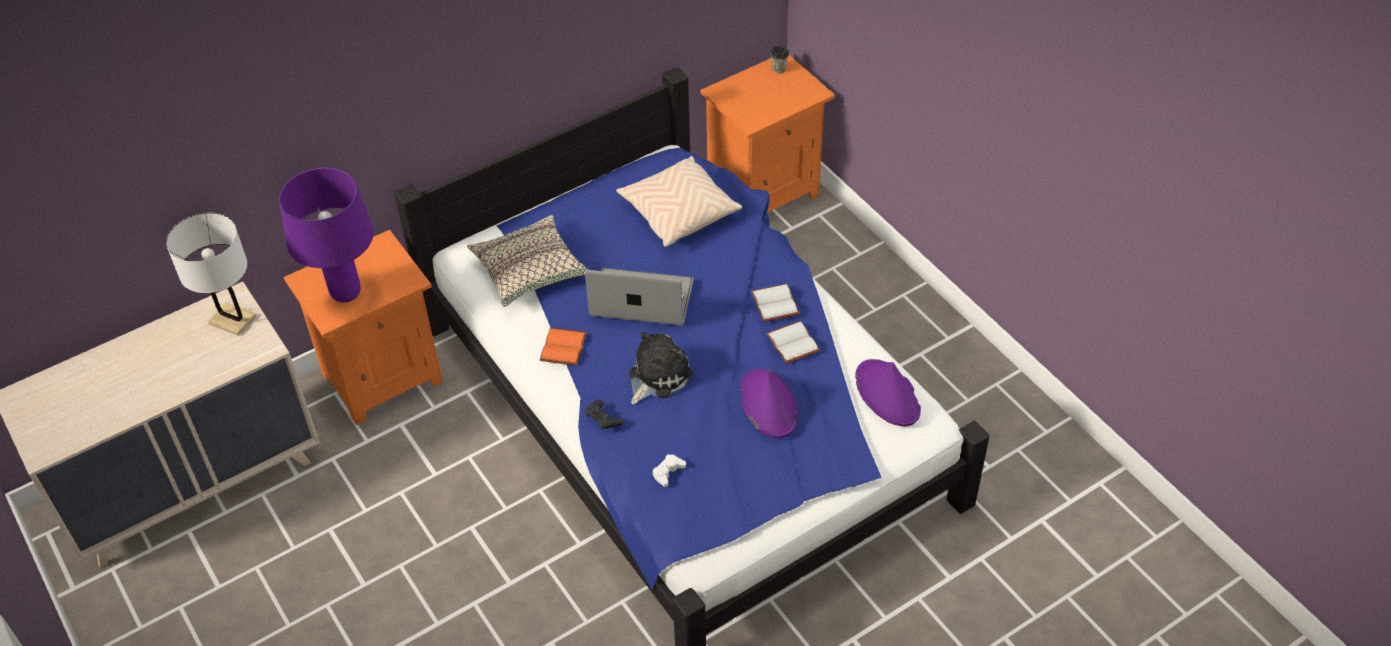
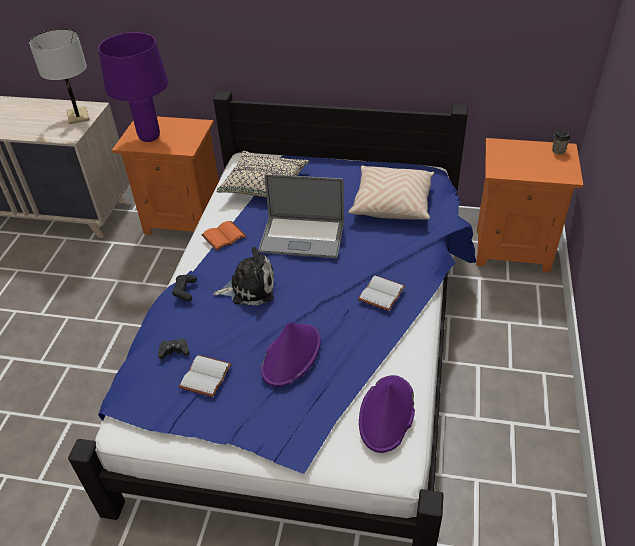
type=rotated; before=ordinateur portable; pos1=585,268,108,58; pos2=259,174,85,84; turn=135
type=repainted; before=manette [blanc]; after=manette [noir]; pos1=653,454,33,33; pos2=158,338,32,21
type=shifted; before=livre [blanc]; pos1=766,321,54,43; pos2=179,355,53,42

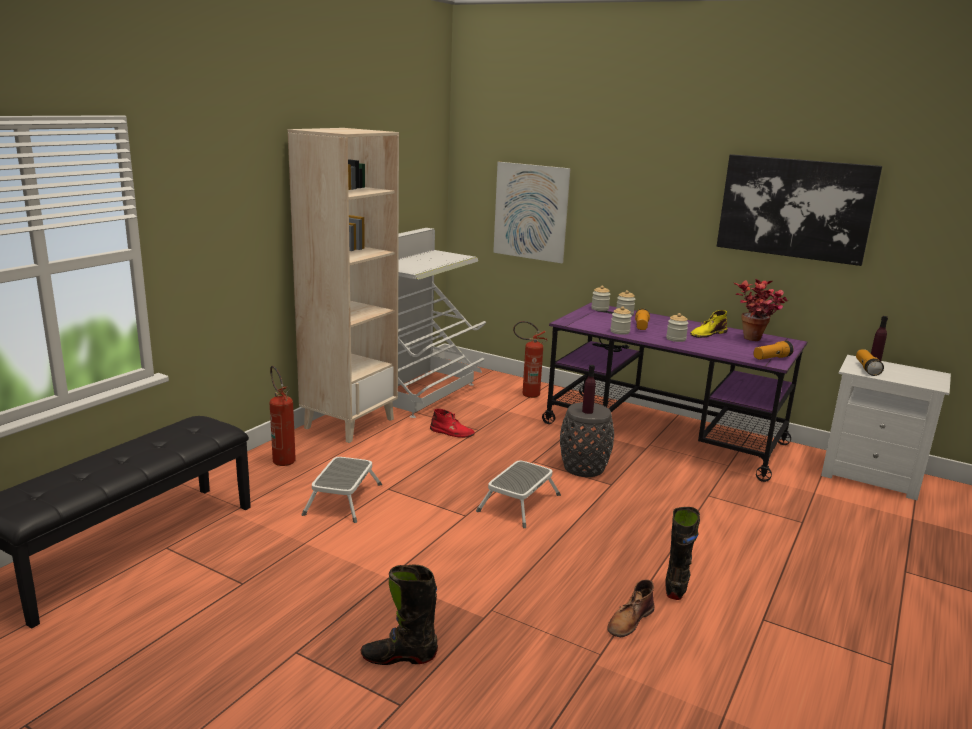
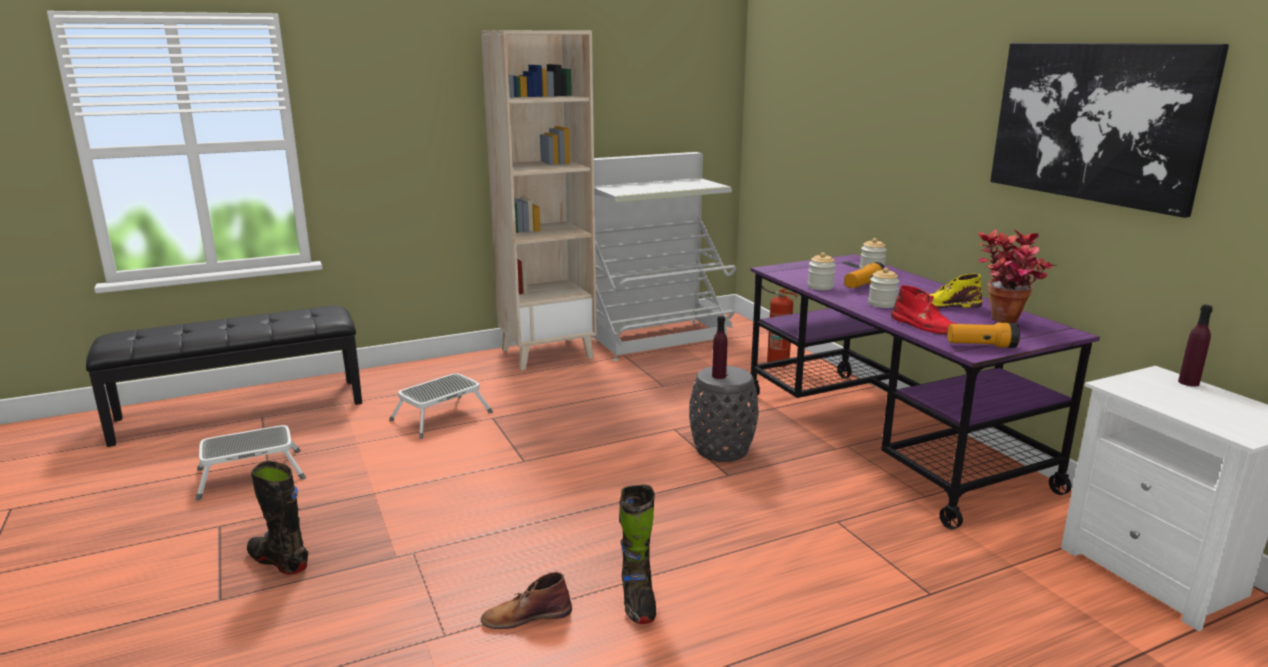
type=gone; before=extincteur; pos1=270,366,26,100
type=shifted; before=botte [rouge]; pos1=430,409,45,29; pos2=891,285,65,50
type=shifted; before=escabeau [gris]; pos1=476,460,85,68; pos2=195,425,111,76
type=gone; before=tableau; pos1=493,162,78,101
type=gone; before=bocal; pos1=591,286,19,25
type=rotated; before=botte [noir]; pos1=665,507,35,93; pos2=619,484,37,140; turn=120
type=gone; before=lampe de poche; pos1=856,349,28,27

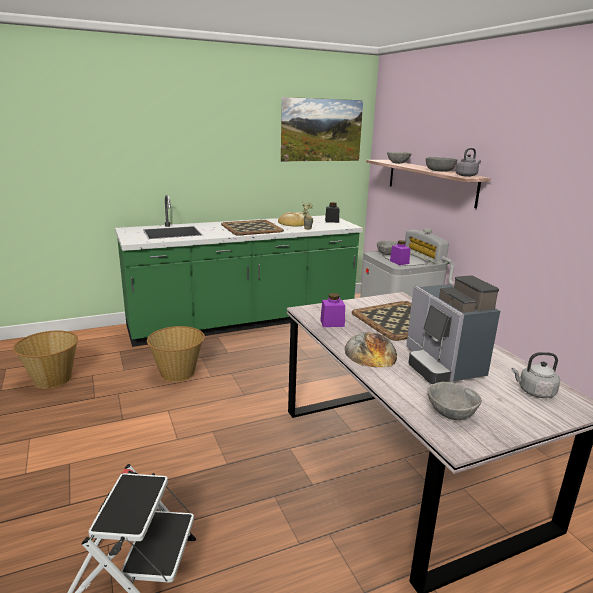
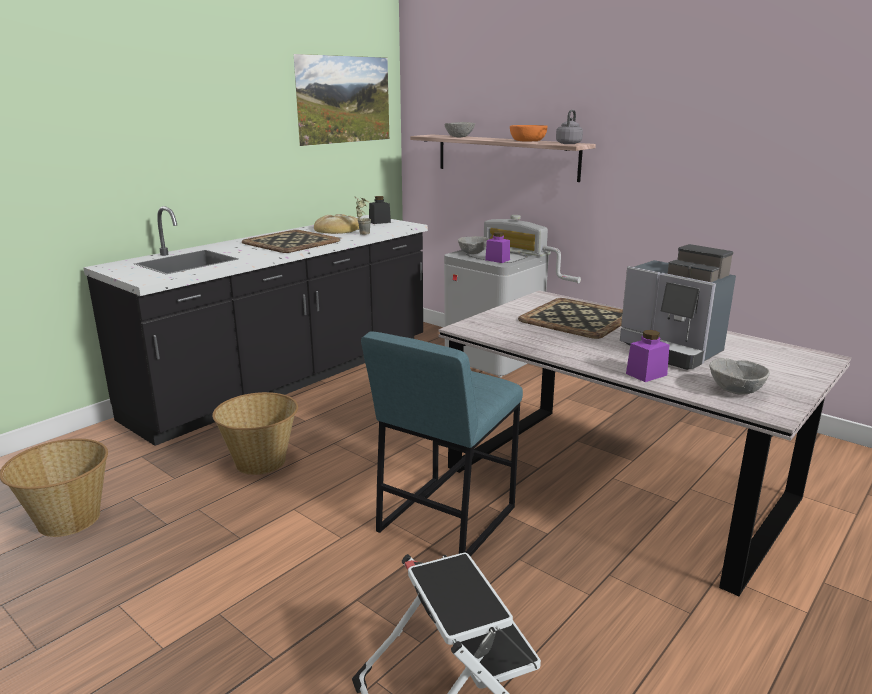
type=repainted; before=comptoir de cuisine [vert]; after=comptoir de cuisine [noir]; pos1=115,195,248,152; pos2=83,206,345,240
type=shifted; before=bocal [violet]; pos1=320,293,25,34; pos2=626,330,43,52
type=gone; before=pain; pos1=344,332,53,35
type=repainted; before=bol [gris]; after=bol [orange]; pos1=426,157,31,15; pos2=510,125,37,16
type=gone; before=bouilloire [gris]; pos1=511,352,49,46
type=new; after=tabouret [bleu]; pos2=361,331,162,226

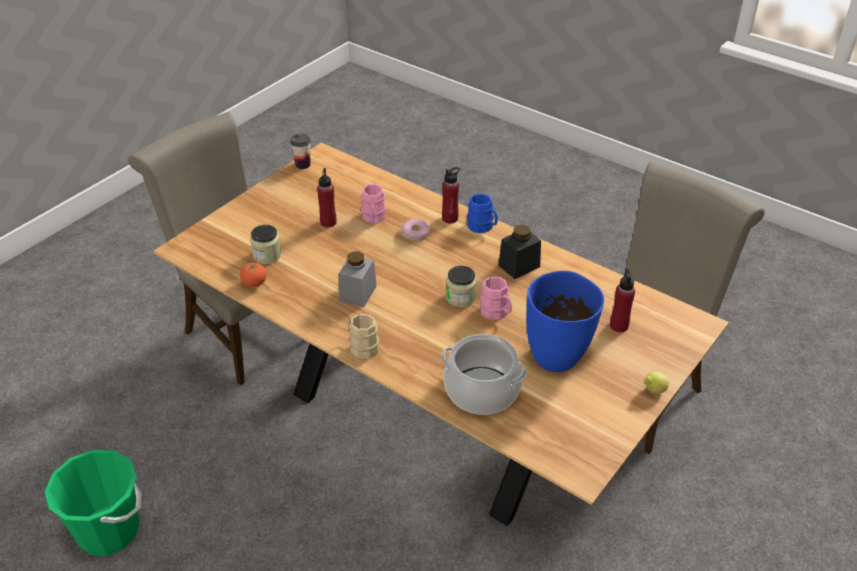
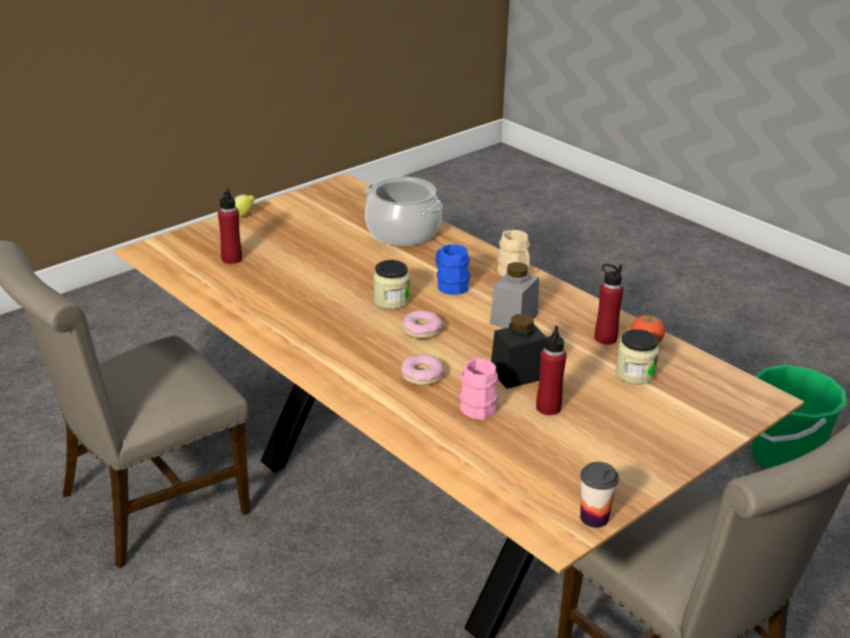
type=shifted; before=bouteille [rouge]; pos1=442,167,18,57; pos2=595,264,29,81
type=shifted; before=mug [bleu]; pos1=467,194,31,39; pos2=435,244,36,51
type=gone; before=mug [rose]; pos1=480,277,32,43
type=shifted; before=bocal [noir]; pos1=498,225,43,54; pos2=491,314,56,75
type=gone; before=vase [bleu]; pos1=527,271,77,101
type=new; after=beignet; pos2=402,310,41,29

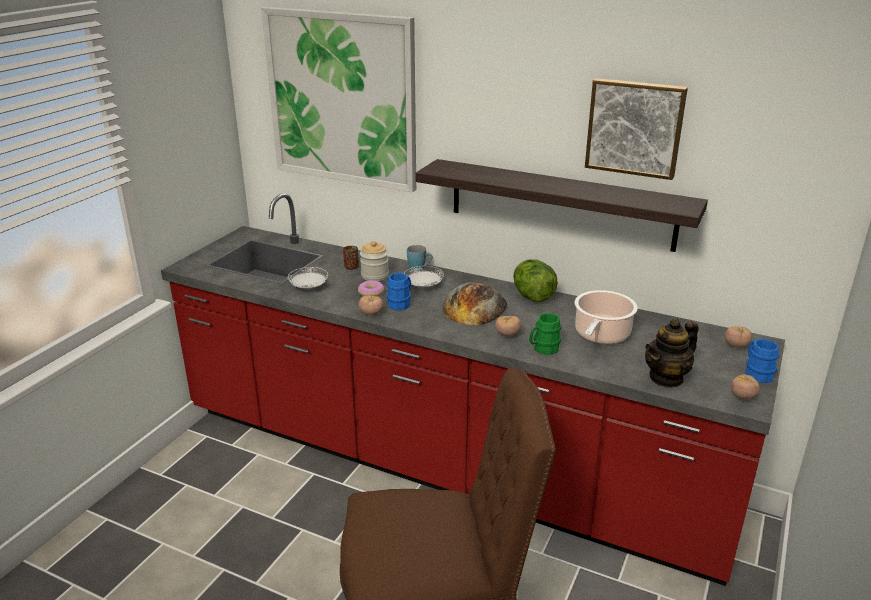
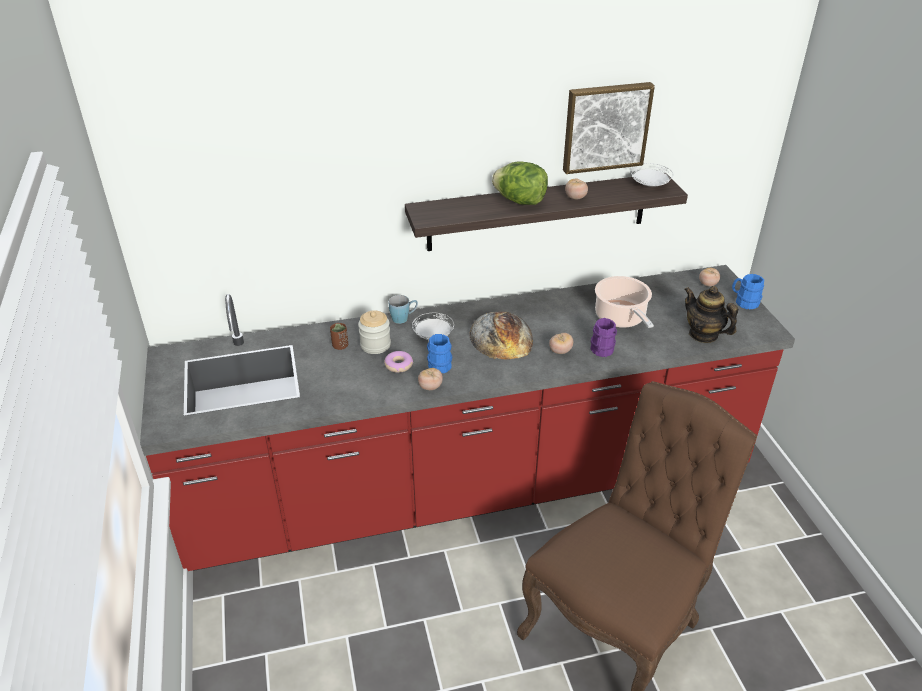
type=gone; before=tableau; pos1=261,7,155,186
type=shifted; before=assiette [blanc]; pos1=288,267,40,22; pos2=630,163,43,24
type=shifted; before=laitue; pos1=513,259,45,43; pos2=492,161,56,44
type=repainted; before=mug [vert]; after=mug [violet]; pos1=529,313,32,42; pos2=590,318,27,39
type=rotated; before=théière; pos1=645,319,54,69; pos2=684,286,54,57; turn=120
type=shifted; before=tomate; pos1=731,374,29,26; pos2=565,178,23,22

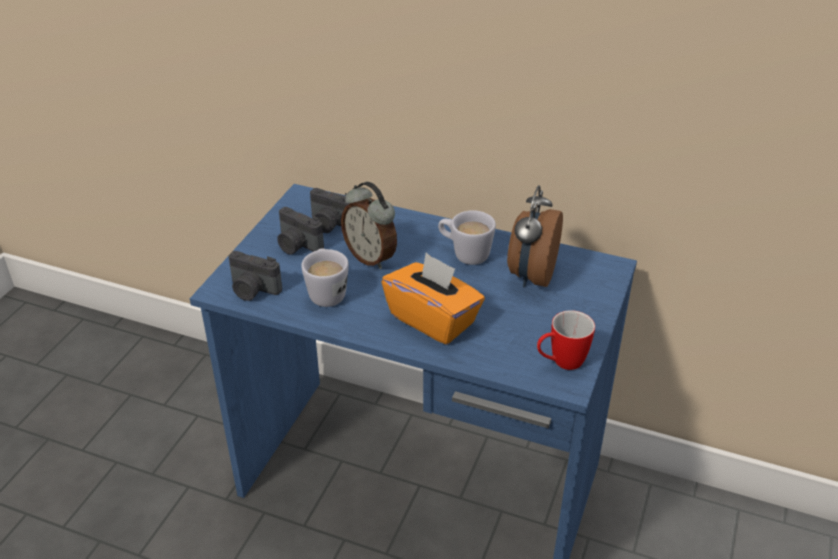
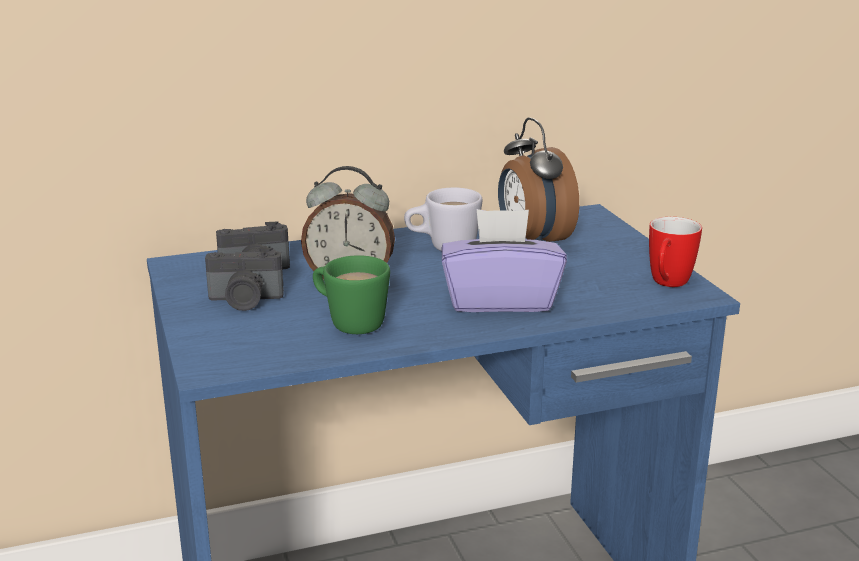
type=gone; before=appareil photo; pos1=228,251,54,50
type=repainted; before=mug [blanc]; after=mug [vert]; pos1=301,248,48,59; pos2=313,255,77,79
type=repainted; before=boîte à mouchoirs [orange]; after=boîte à mouchoirs [violet]; pos1=381,252,104,93; pos2=442,209,125,103

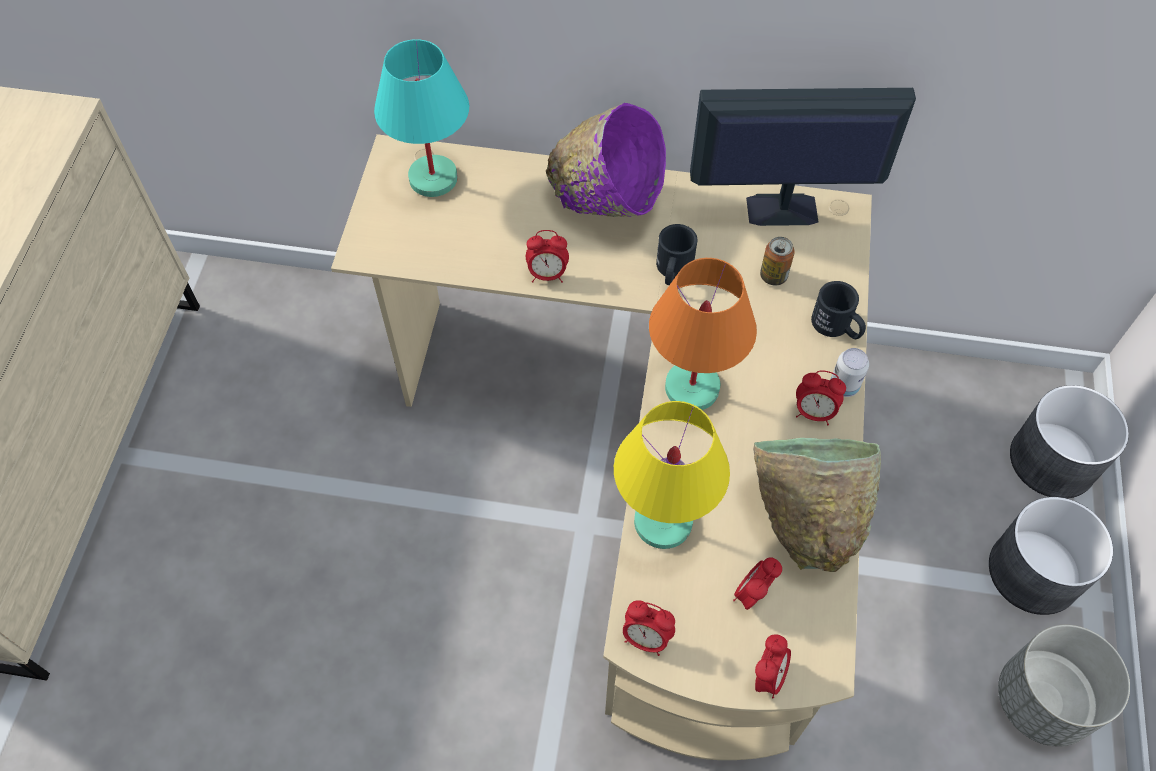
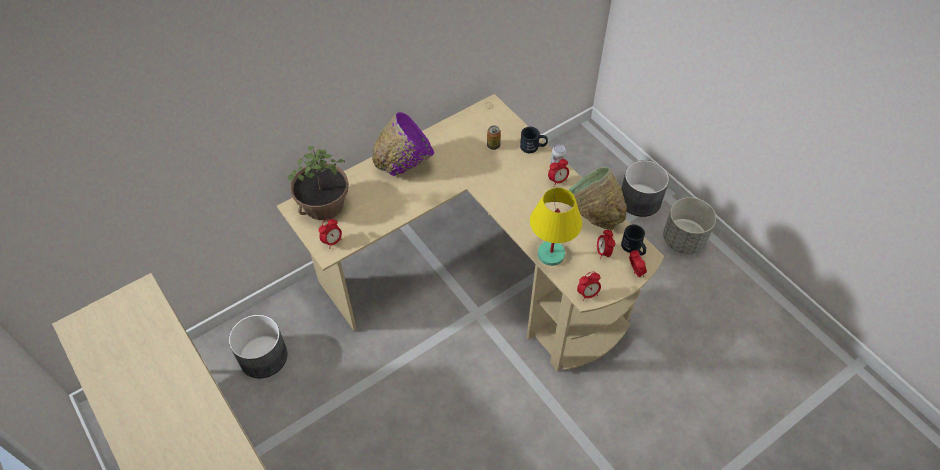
type=swapped; before=lampe de table [turquoise]; after=plante en pot; pos1=374,39,95,158; pos2=288,146,61,74
type=shifted; before=réveil; pos1=526,230,43,53; pos2=319,218,23,31
type=gone; before=lampe de table [orange]; pos1=649,258,108,152
type=shifted; before=mug [noir]; pos1=656,224,41,61; pos2=621,224,25,32
type=gone; before=écran d'ordinateur; pos1=690,88,226,138
type=shifted; before=cache-pot [gris]; pos1=1010,385,119,114; pos2=229,315,59,63

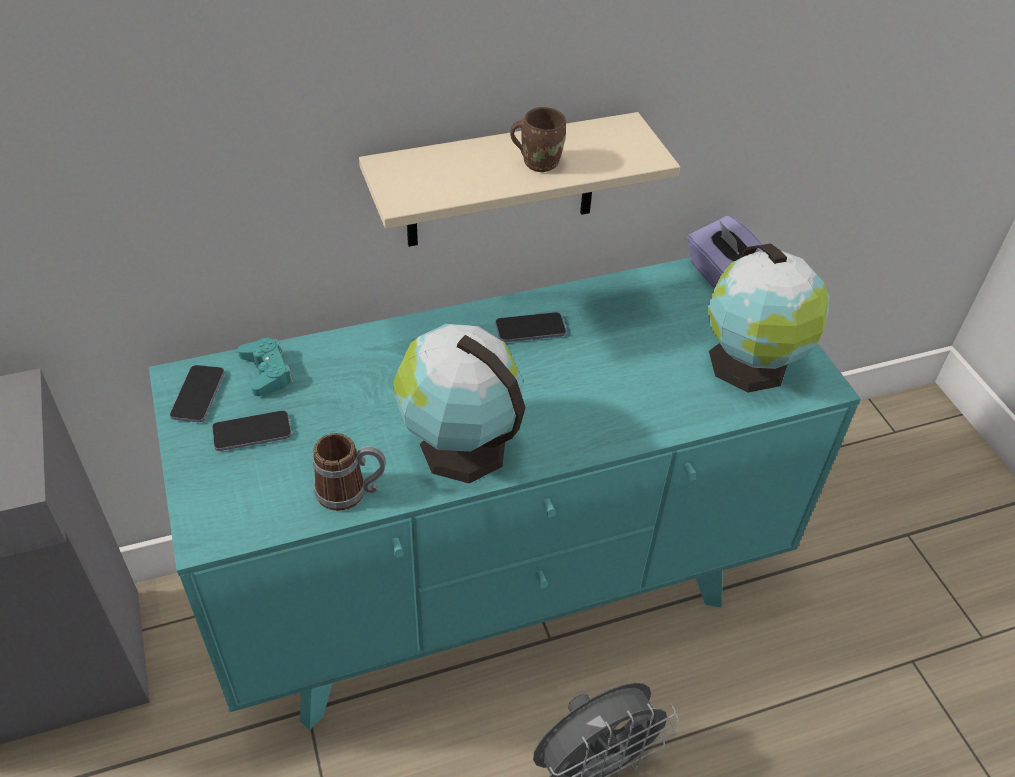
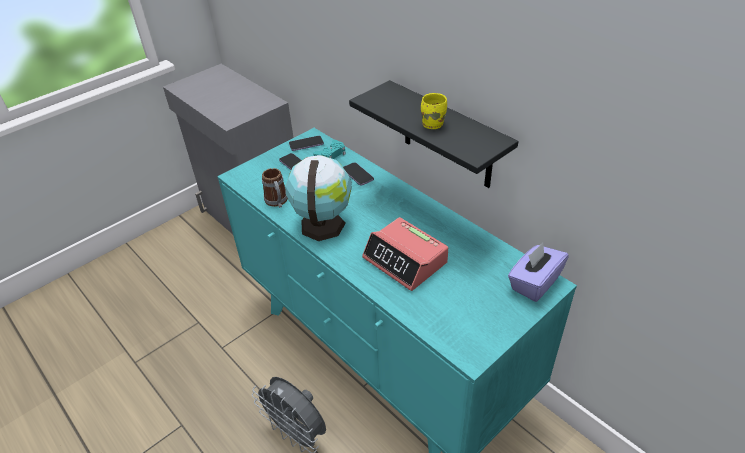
type=repainted; before=étagère [beige]; after=étagère [noir]; pos1=359,112,321,135; pos2=349,80,169,108
type=shifted; before=téléphone; pos1=496,312,70,30; pos2=343,162,31,24
type=repainted; before=mug [marron]; after=mug [jaune]; pos1=510,107,56,65; pos2=421,93,26,36
type=gone; before=globe; pos1=708,243,121,149
type=new; after=réveil; pos2=362,217,86,74

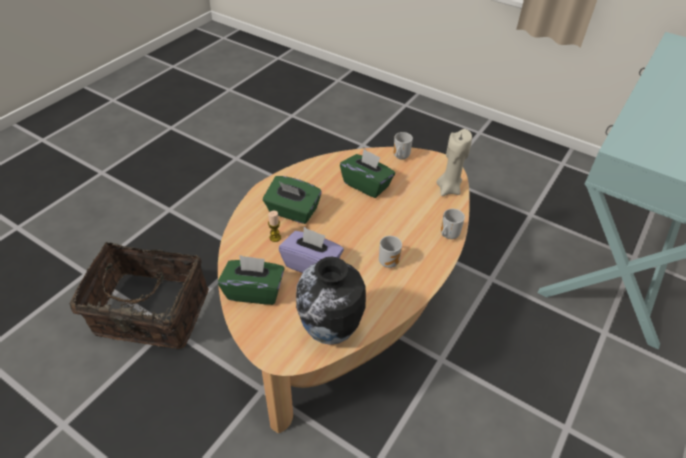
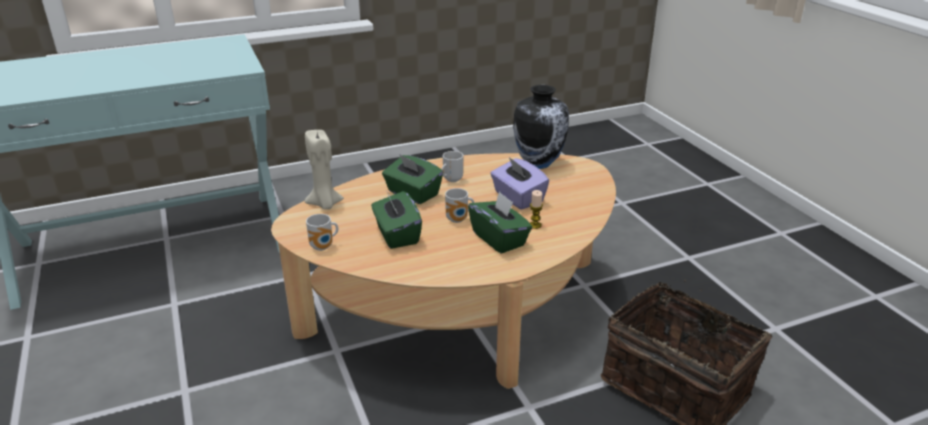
type=shifted; before=boîte à mouchoirs [vert]; pos1=218,255,67,50; pos2=382,154,61,50
type=shifted; before=mug; pos1=441,209,24,30; pos2=445,188,29,35

